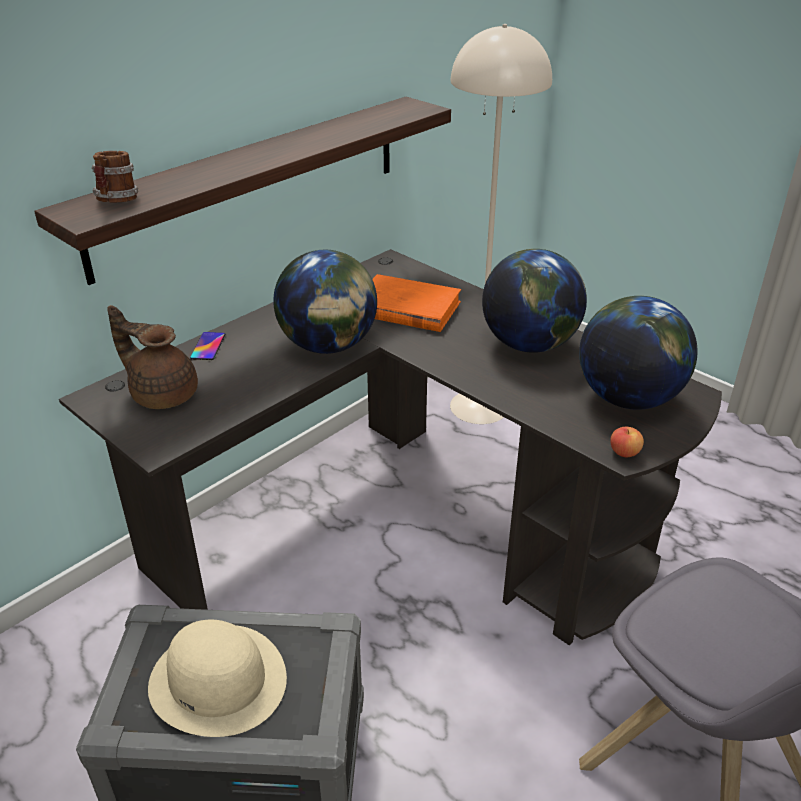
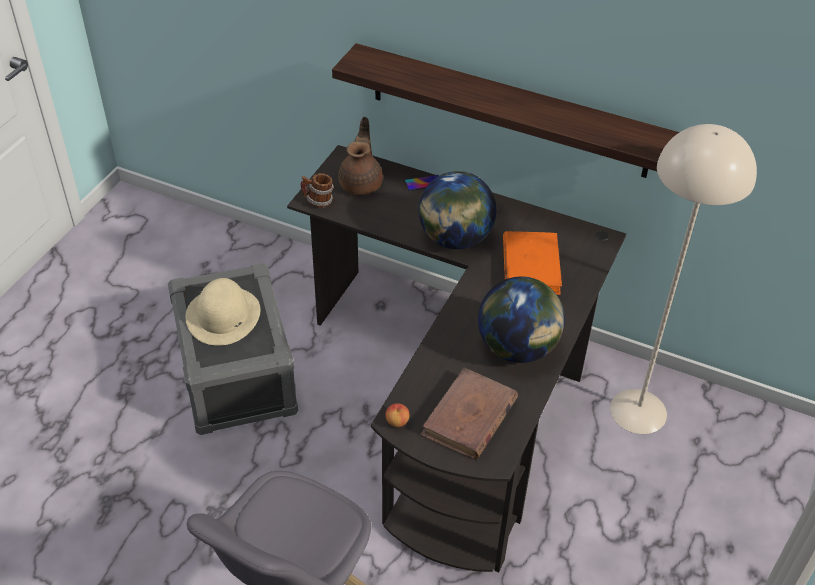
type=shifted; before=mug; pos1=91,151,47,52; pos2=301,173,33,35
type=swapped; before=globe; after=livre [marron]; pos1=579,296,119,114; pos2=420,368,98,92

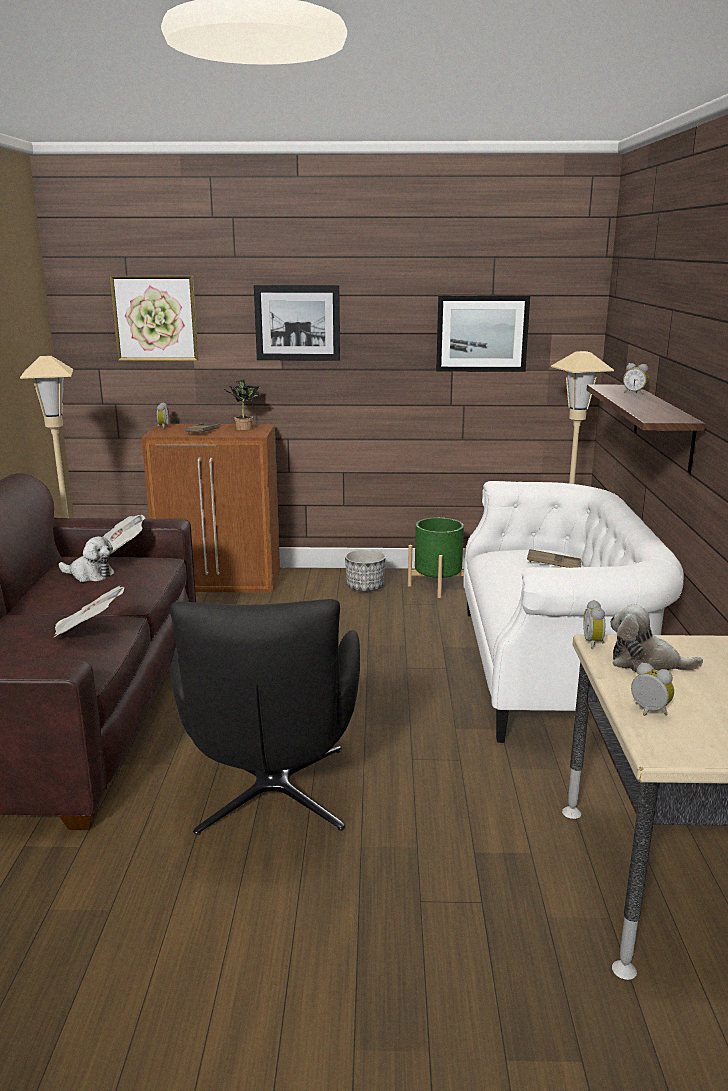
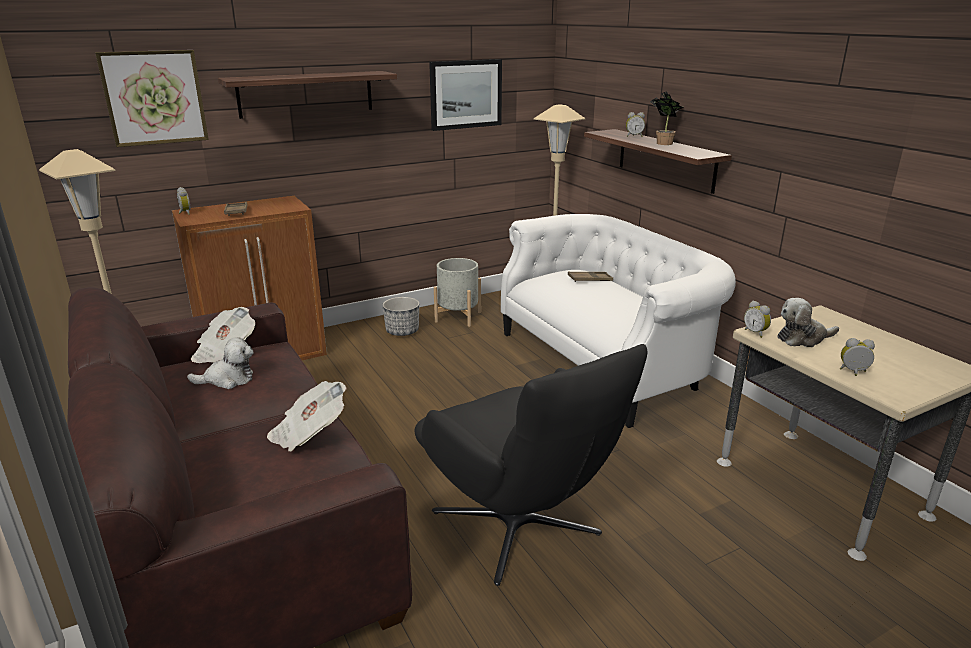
type=shifted; before=plante en pot; pos1=226,380,35,50; pos2=650,91,34,54
type=swapped; before=tableau; after=étagère; pos1=254,285,86,76; pos2=218,71,179,48
type=repainted; before=cache-pot [vert]; after=cache-pot [gris]; pos1=408,517,59,81; pos2=434,258,47,69

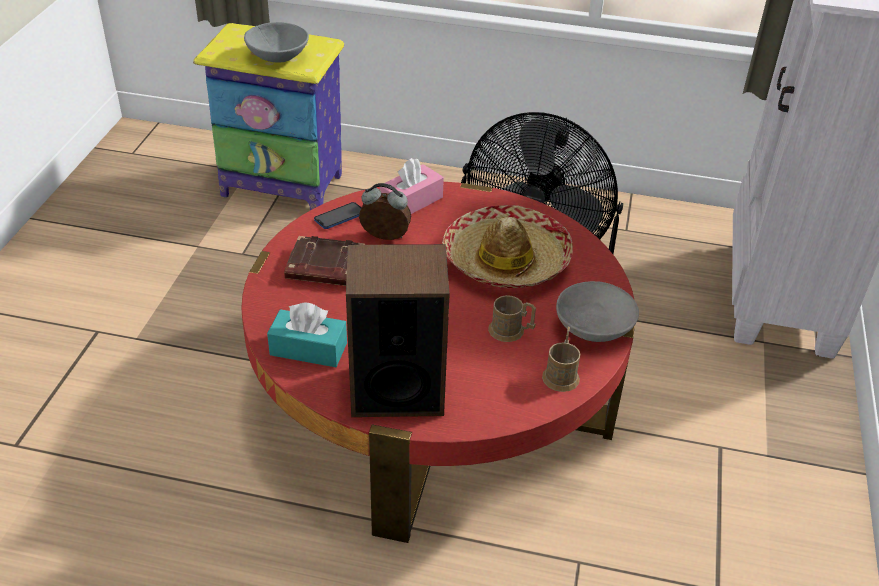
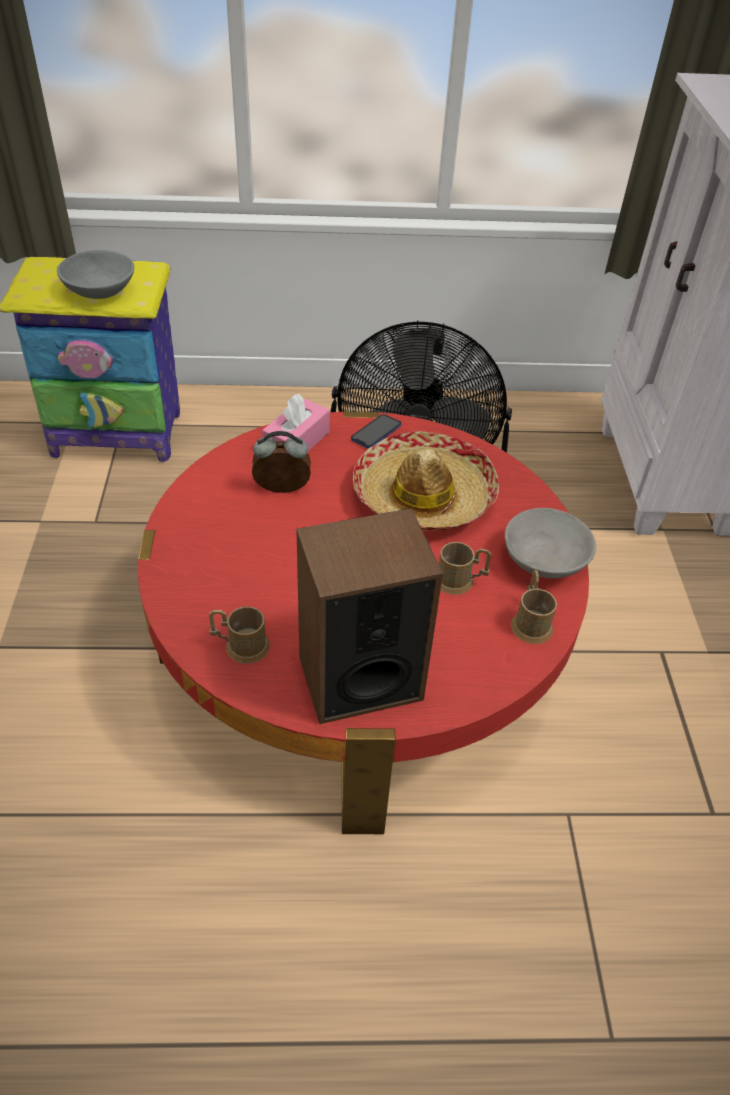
type=swapped; before=boîte à mouchoirs [turquoise]; after=mug [marron]; pos1=267,302,80,65; pos2=209,606,61,58
type=gone; before=livre [marron]; pos1=284,236,81,50
type=shifted; before=téléphone; pos1=314,202,48,27; pos2=351,414,50,34

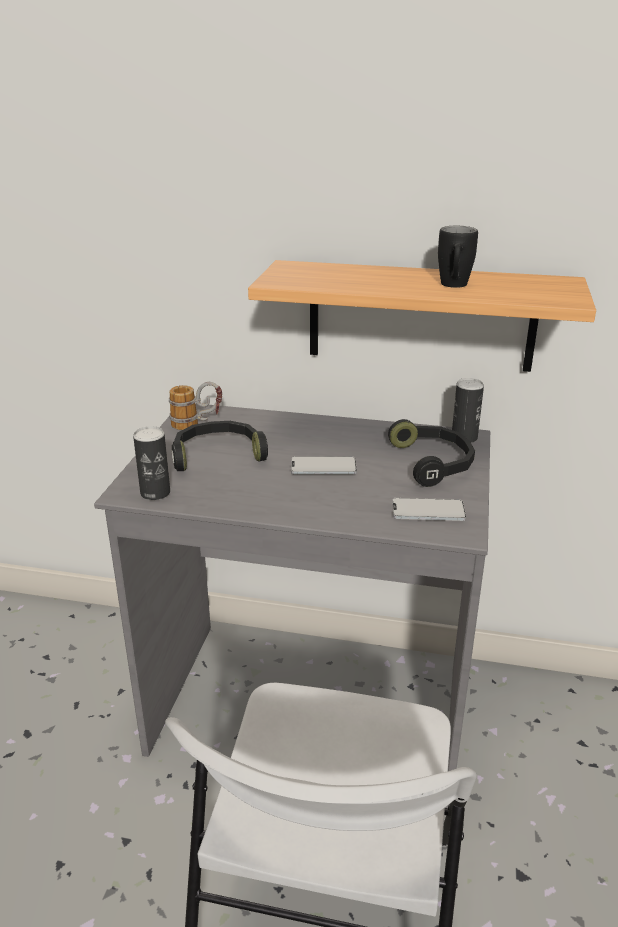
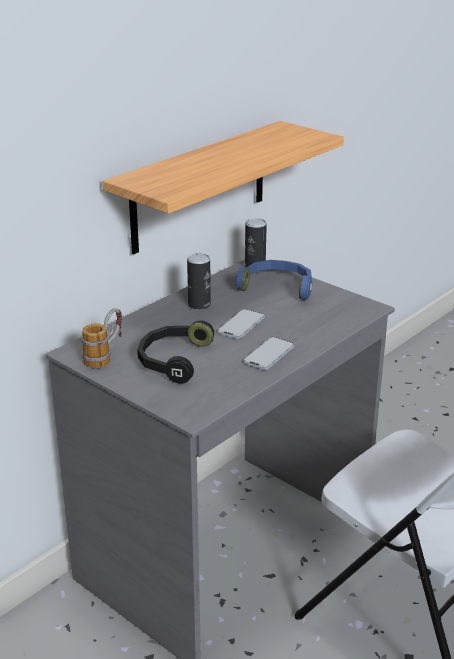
type=shifted; before=boîte métallique; pos1=133,426,37,74; pos2=187,253,24,57
type=repainted; before=casque audio [noir]; after=casque audio [bleu]; pos1=388,419,87,68; pos2=236,260,76,40
type=shifted; before=téléphone; pos1=392,498,74,23; pos2=243,337,51,33
type=gone; before=mug [noir]; pos1=438,226,40,62

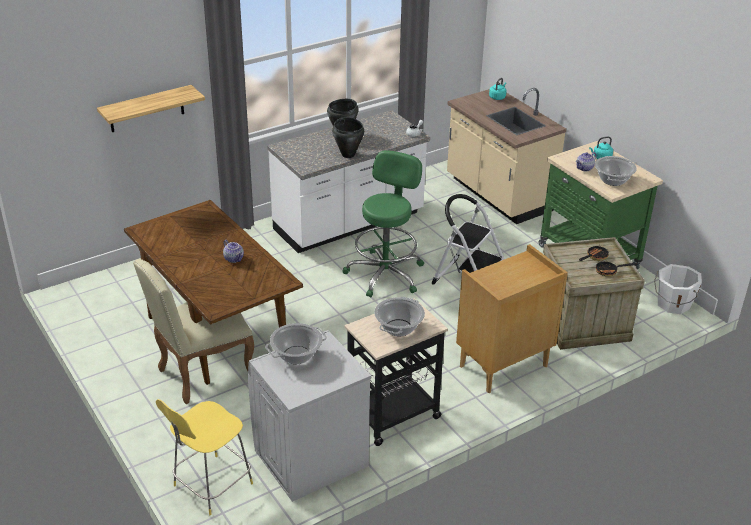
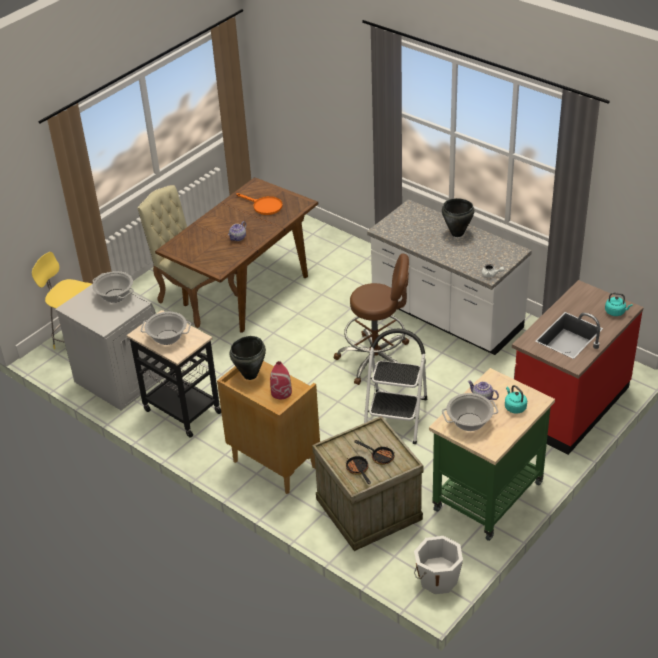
type=gone; before=étagère; pos1=97,85,108,47
type=shifted; before=marmite [noir]; pos1=332,117,32,41; pos2=230,336,36,44
type=repainted; before=tabouret [vert]; after=tabouret [marron]; pos1=342,150,82,147; pos2=334,254,75,131
type=repainted; before=comptoir de cuisine [beige]; after=comptoir de cuisine [rouge]; pos1=447,88,120,136; pos2=512,280,132,175
type=new; after=poêle [orange]; pos2=236,193,47,22
type=new; after=vase [rouge]; pos2=270,361,22,38

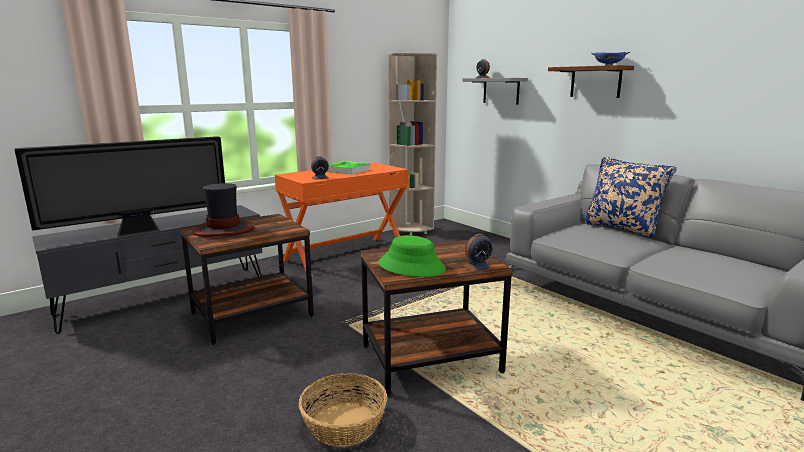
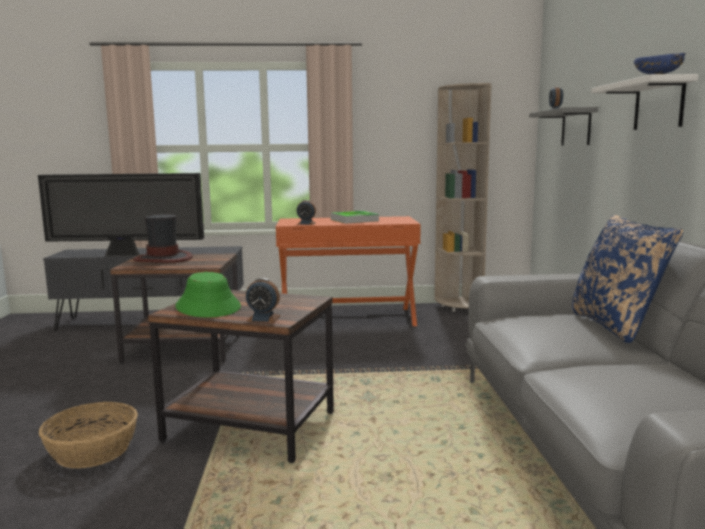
type=repainted; before=étagère [marron]; after=étagère [blanc]; pos1=548,65,86,33; pos2=591,74,107,56

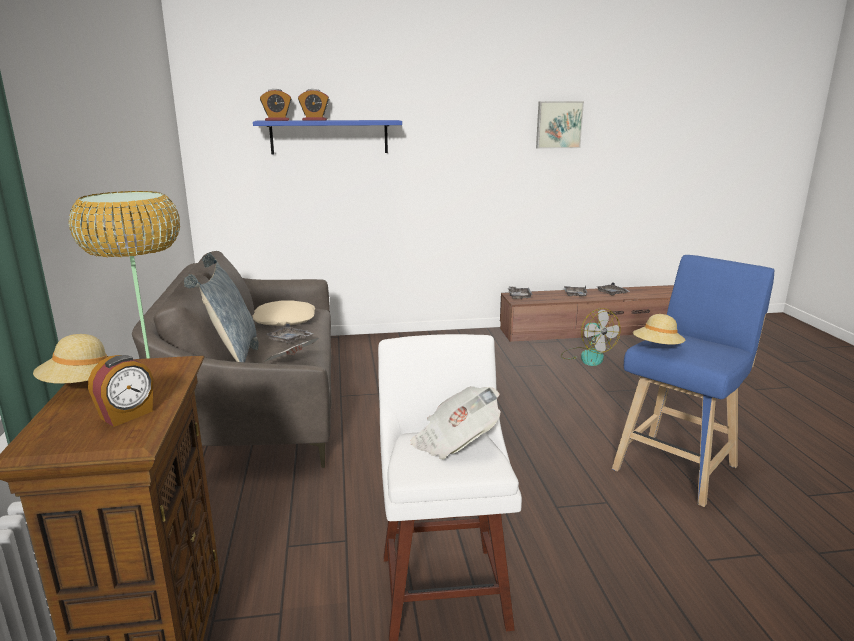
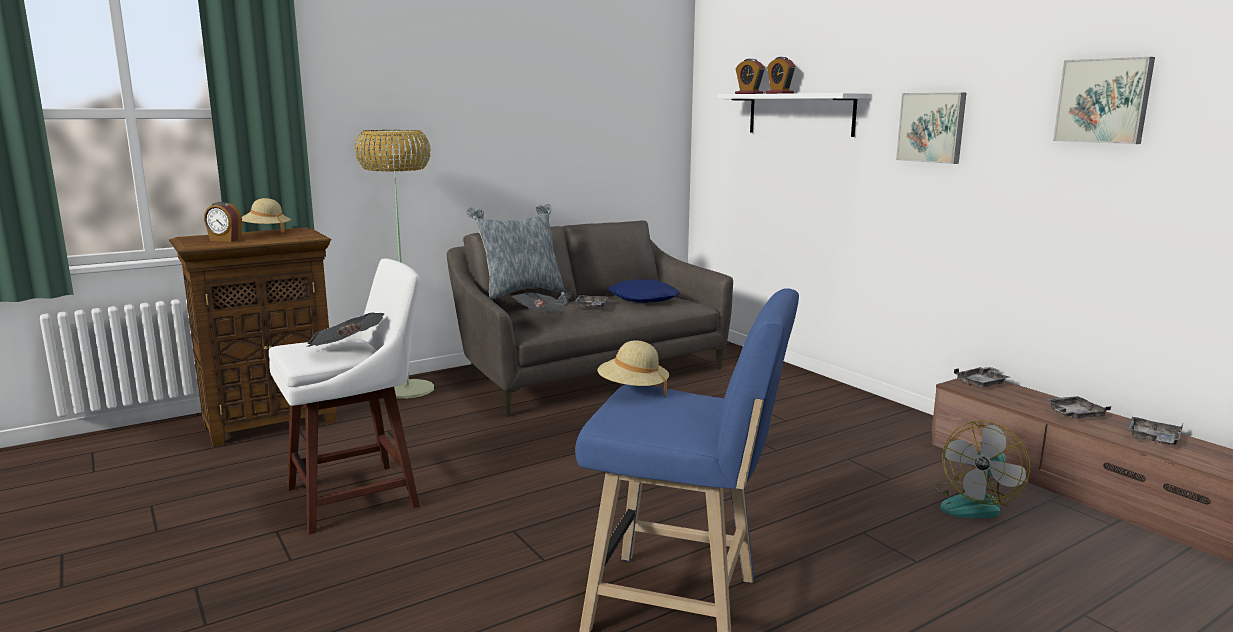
type=repainted; before=coussin [beige]; after=coussin [bleu]; pos1=252,300,63,26; pos2=609,279,71,24
type=repainted; before=étagère [bleu]; after=étagère [blanc]; pos1=253,120,149,34; pos2=717,93,153,44
type=new; after=tableau; pos2=896,93,70,71

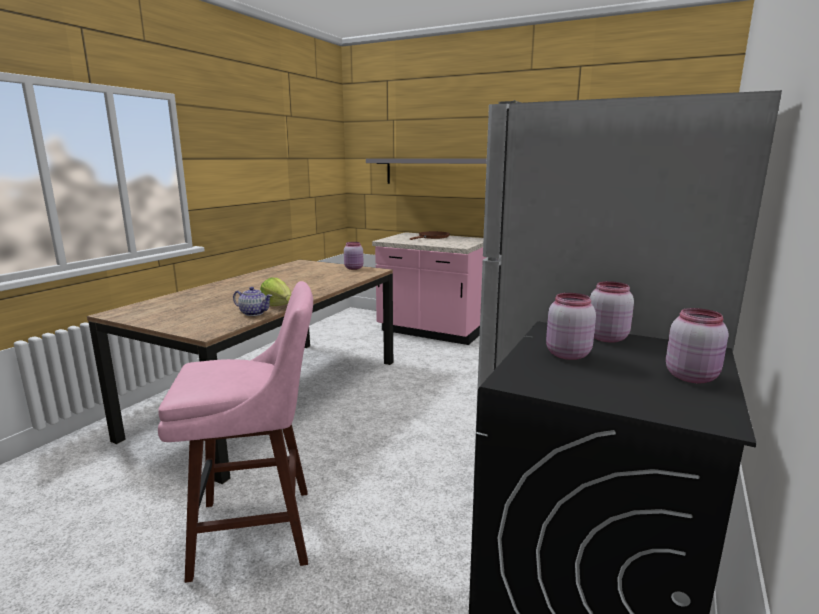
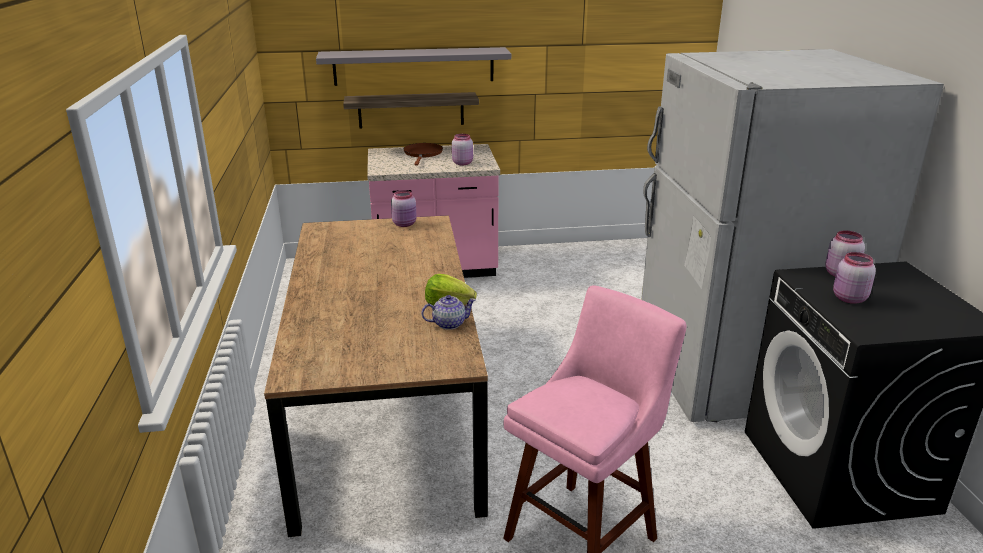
type=shifted; before=bocal [rose]; pos1=666,308,62,75; pos2=452,134,21,31
type=new; after=étagère; pos2=343,92,136,36

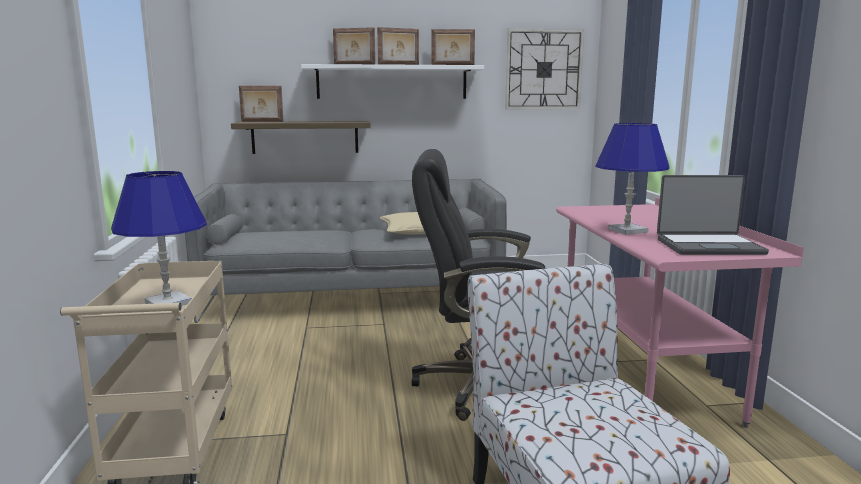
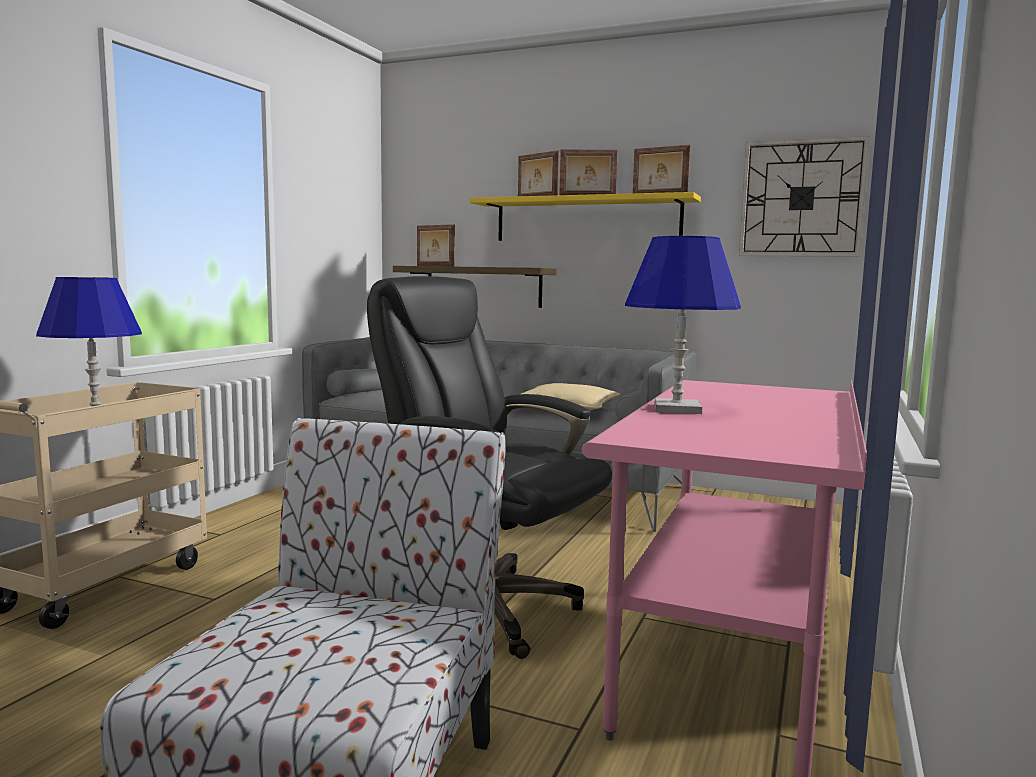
type=repainted; before=étagère [blanc]; after=étagère [jaune]; pos1=301,64,183,35; pos2=469,192,232,49
type=gone; before=ordinateur portable; pos1=657,175,112,80

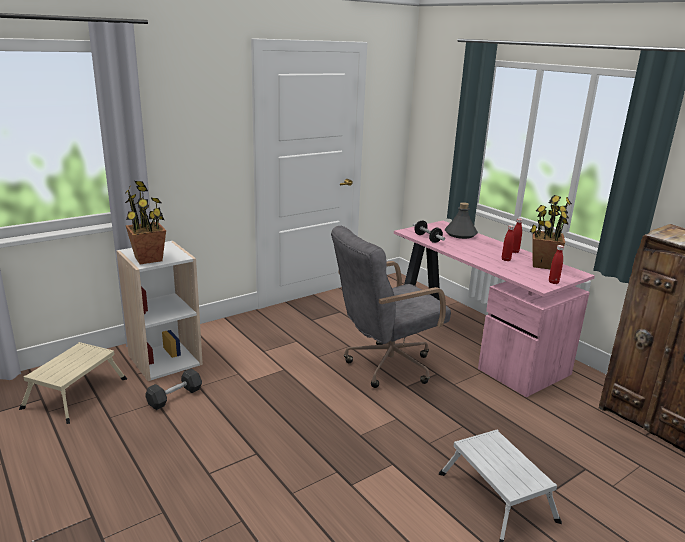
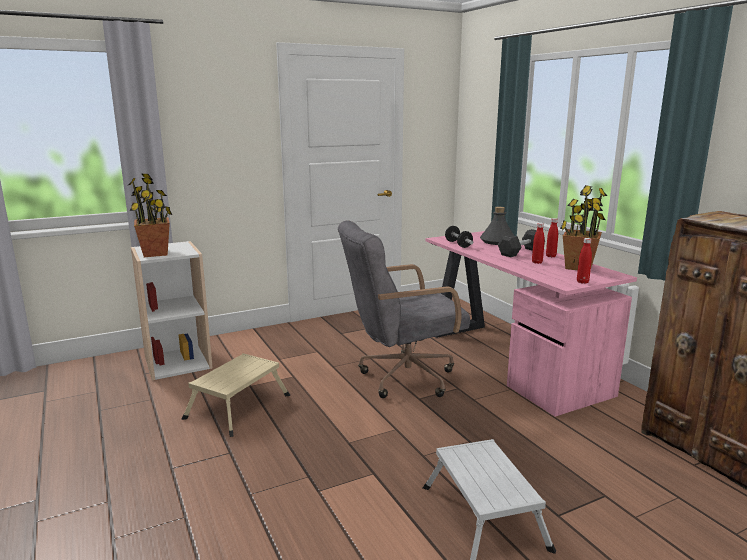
type=shifted; before=escabeau [beige]; pos1=19,342,108,82; pos2=181,353,109,84
type=shifted; before=haltère [gris]; pos1=145,368,57,42; pos2=498,229,47,28

